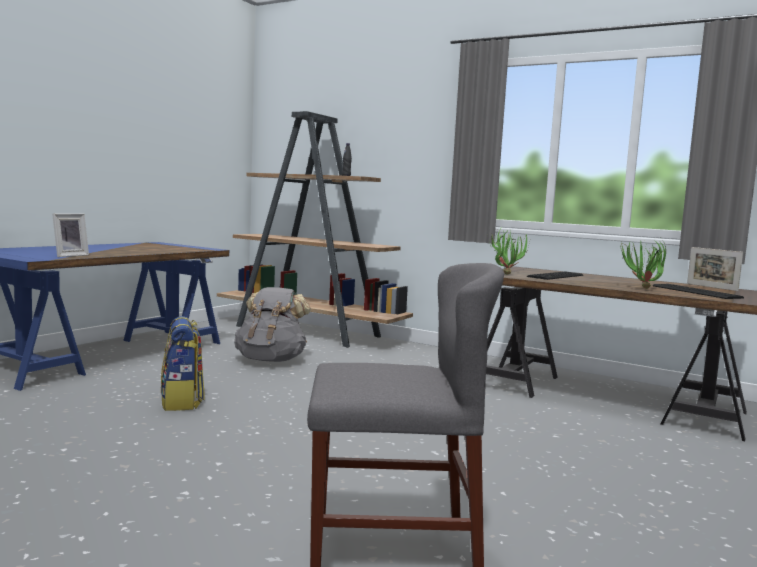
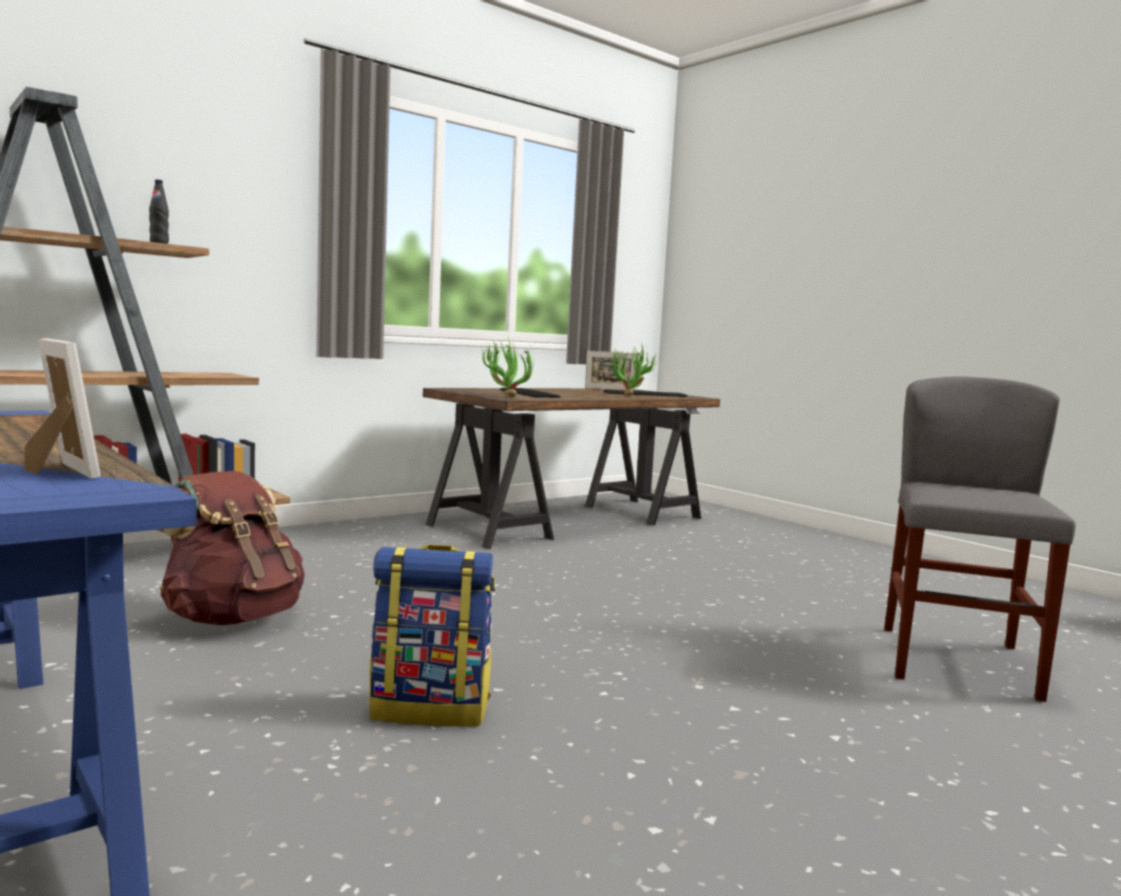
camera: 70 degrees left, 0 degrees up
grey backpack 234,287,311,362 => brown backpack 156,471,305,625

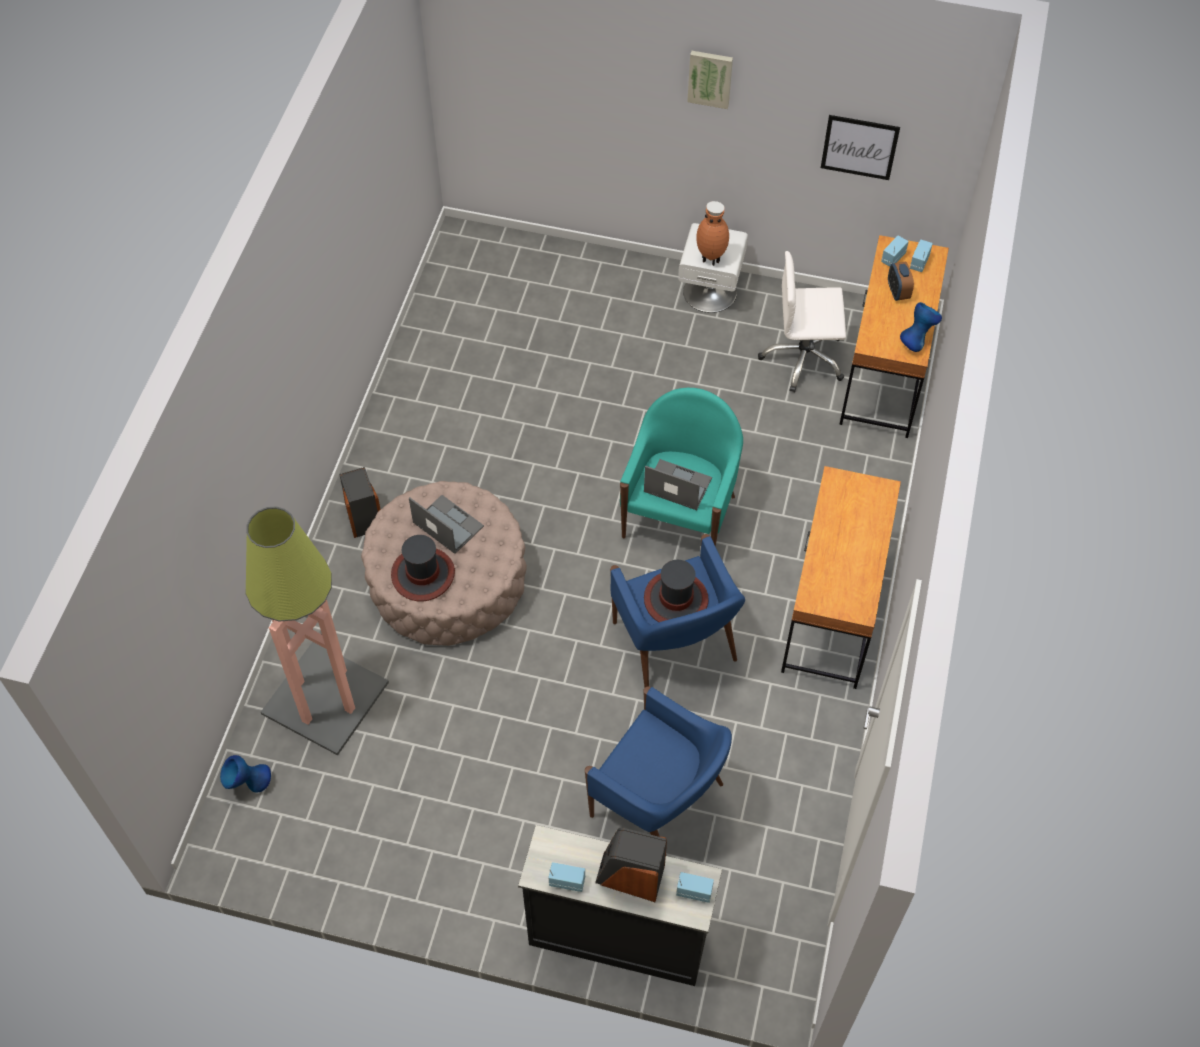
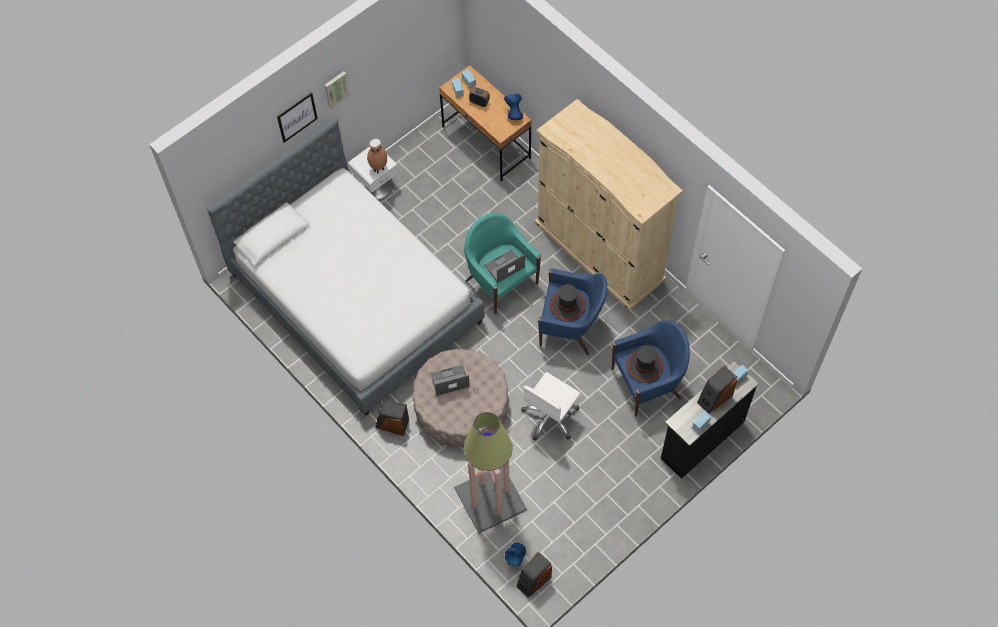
camera: 55 degrees left, 5 degrees up
picture 821,115,900,180 => picture 277,92,318,143, moved
white office chair 758,251,846,393 => white office chair 521,372,580,441, moved
brown desk 781,466,901,689 => beige wardrobe 535,99,683,310
hat 391,535,455,601 => hat 626,345,663,383, moved
nothing => bed 207,117,485,416
nothing => speaker 516,552,552,598

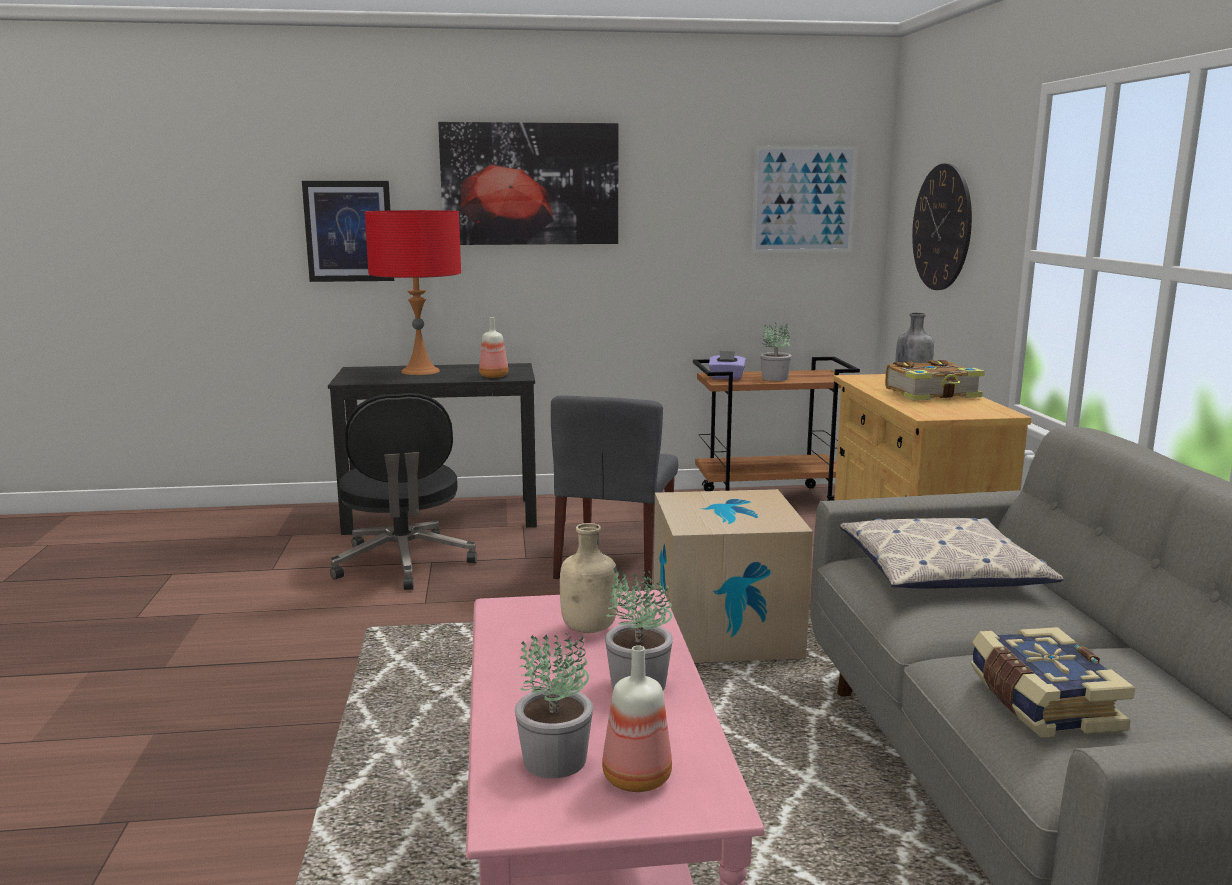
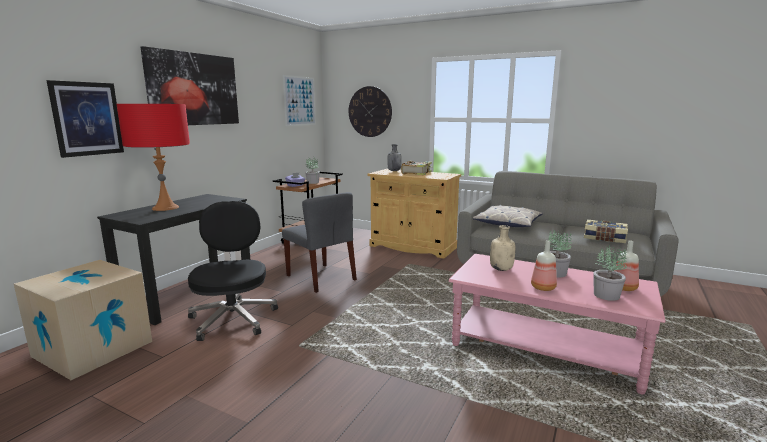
camera: 55 degrees left, 0 degrees up
bottle 479,317,508,378 => bottle 531,240,557,291, moved
black office chair 330,393,477,590 => black office chair 188,201,278,341, 120 degrees counterclockwise
cardboard box 654,489,813,663 => cardboard box 14,260,152,380, moved

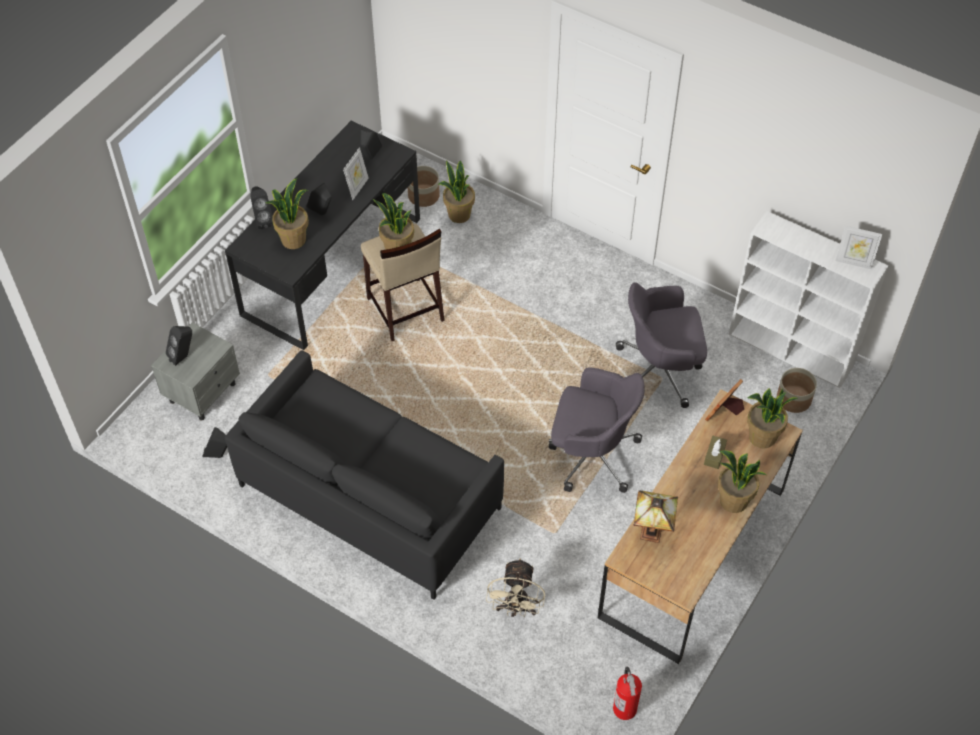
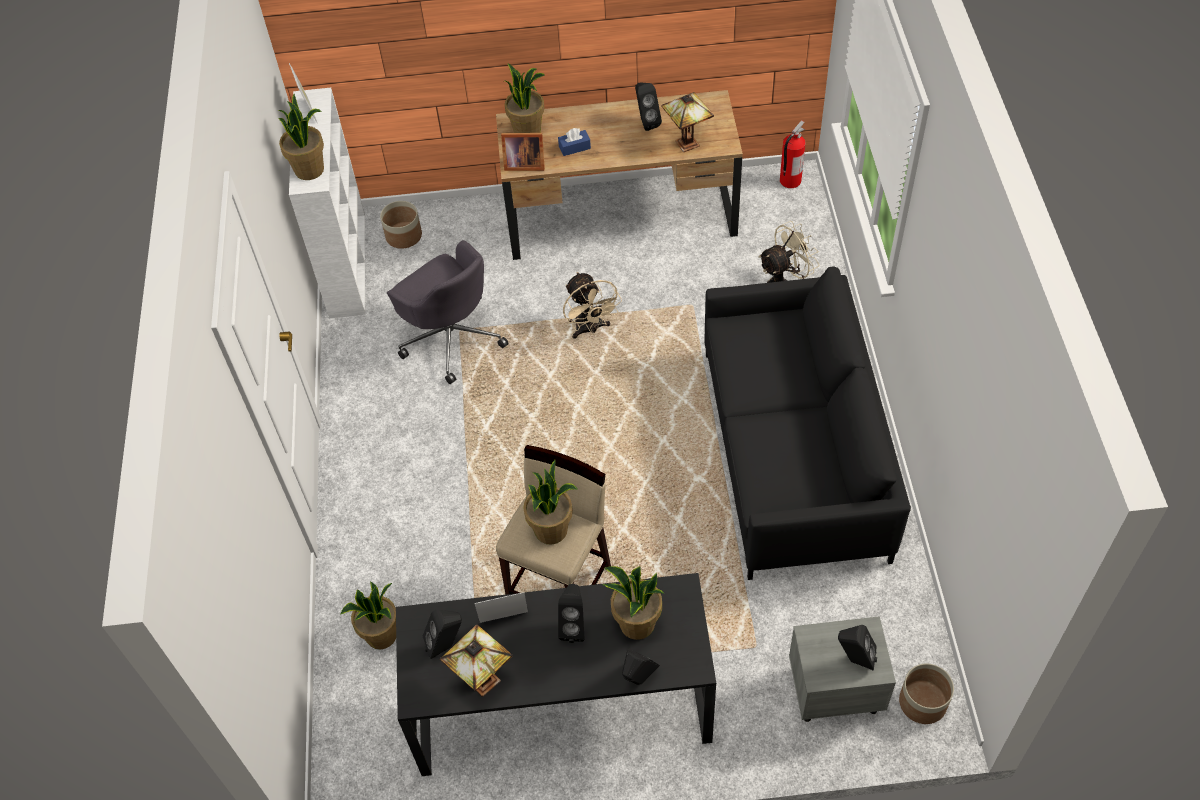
camera: 125 degrees left, 0 degrees up
planter 408,166,440,207 => planter 899,664,954,724, moved
grey office chair 549,368,645,493 => beige fan 563,272,622,339
black speaker 203,427,227,458 => black speaker 635,83,662,131, moved
brown tissue box 704,436,727,469 => blue tissue box 558,128,591,156
potted plant 718,450,766,513 => potted plant 278,94,324,180, moved
nothing => table lamp 440,624,512,697

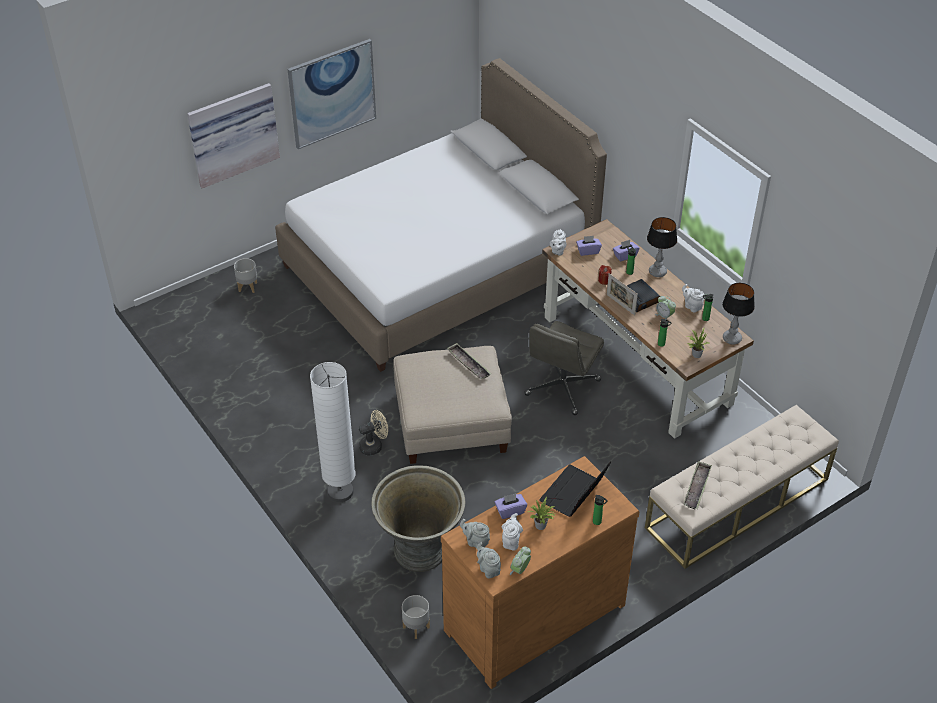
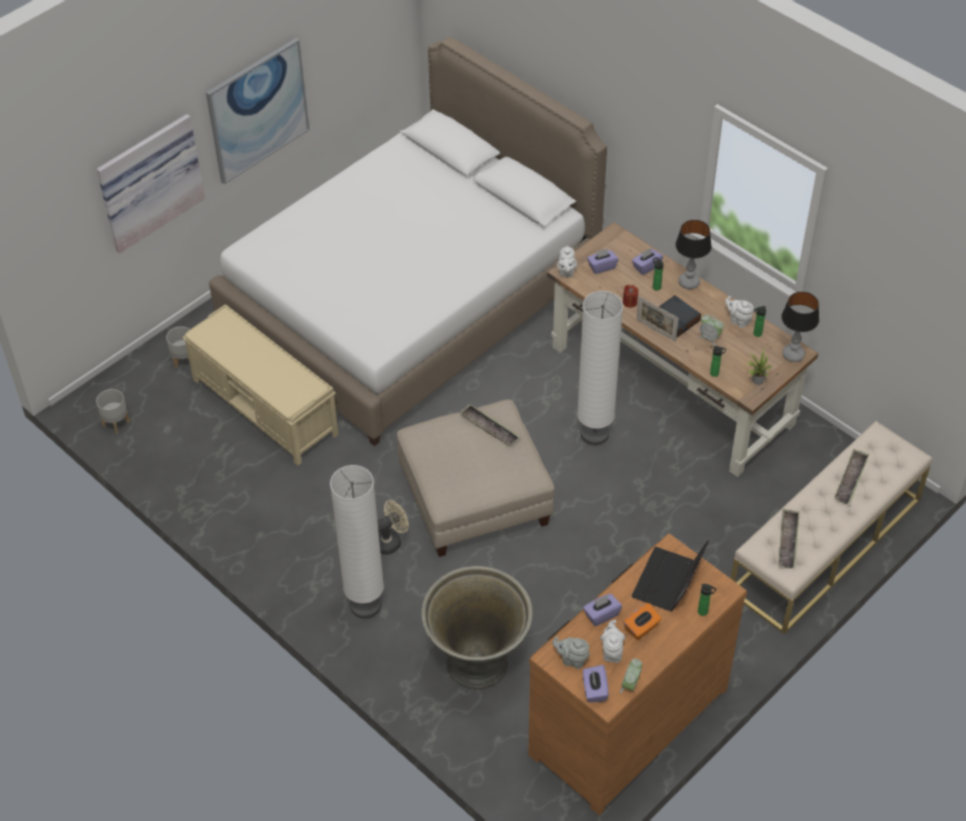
camera: 10 degrees left, 5 degrees up
grey office chair 524,321,604,415 => white floor lamp 577,291,623,446
potted plant 528,497,557,530 => orange tissue box 624,603,661,640
grey teapot 477,542,501,578 => purple tissue box 583,665,609,703
grey planter 402,595,430,639 => grey planter 96,389,130,434, moved
nothing => beige bench 182,304,339,466
nothing => tray 834,449,869,504

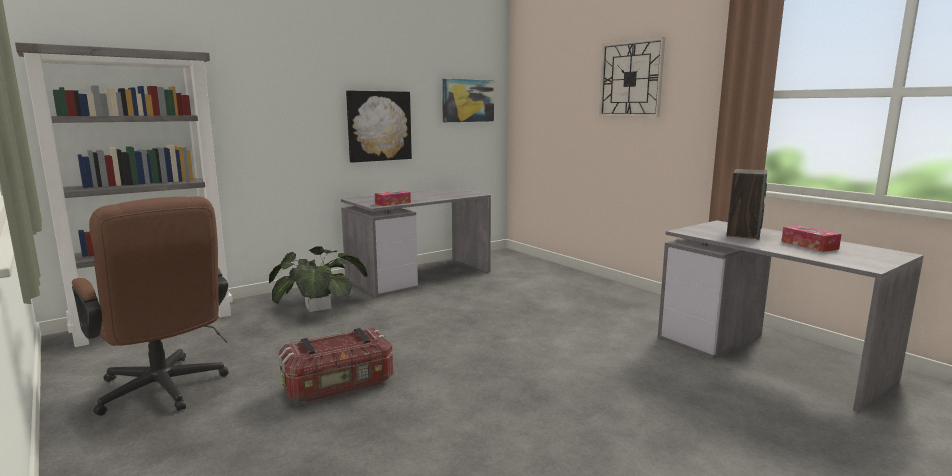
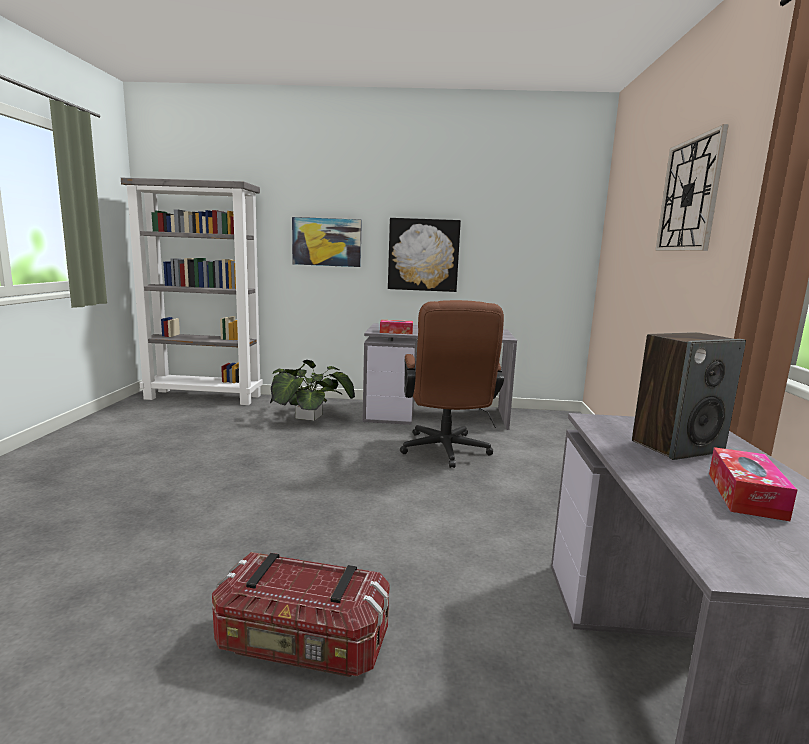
camera: 40 degrees right, 0 degrees up
picture 442,79,494,122 => picture 292,217,362,267, moved
brown office chair 72,196,228,416 => brown office chair 400,300,504,468, moved
storage box 279,328,393,403 => storage box 212,552,390,677, moved

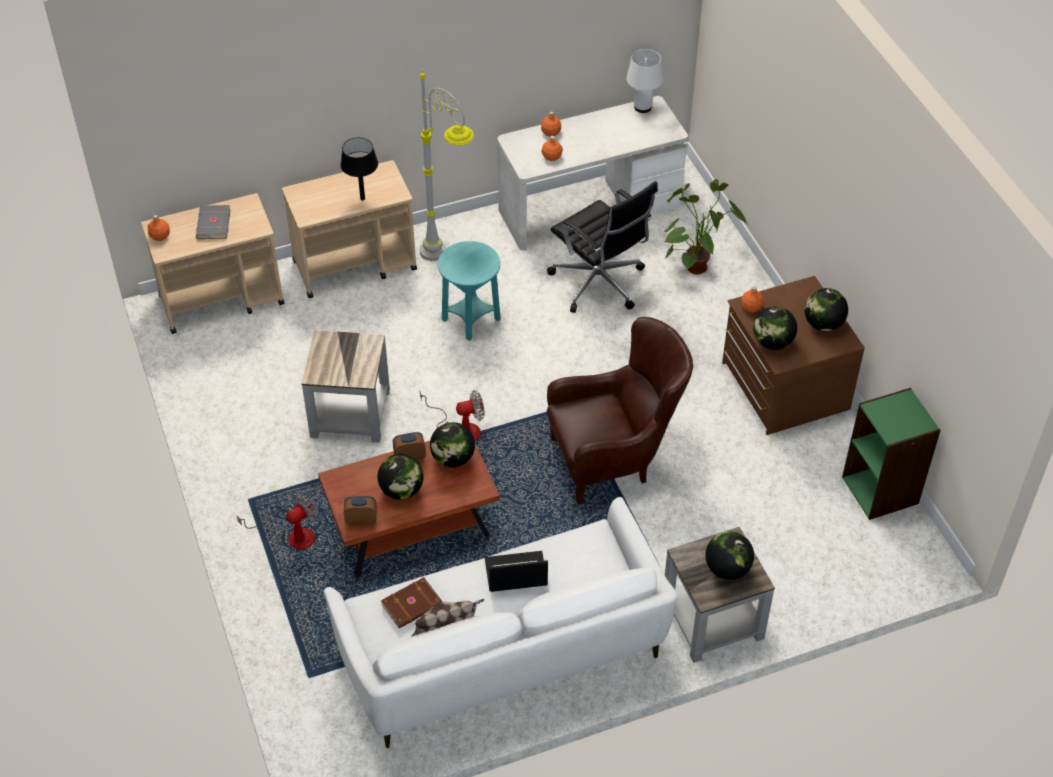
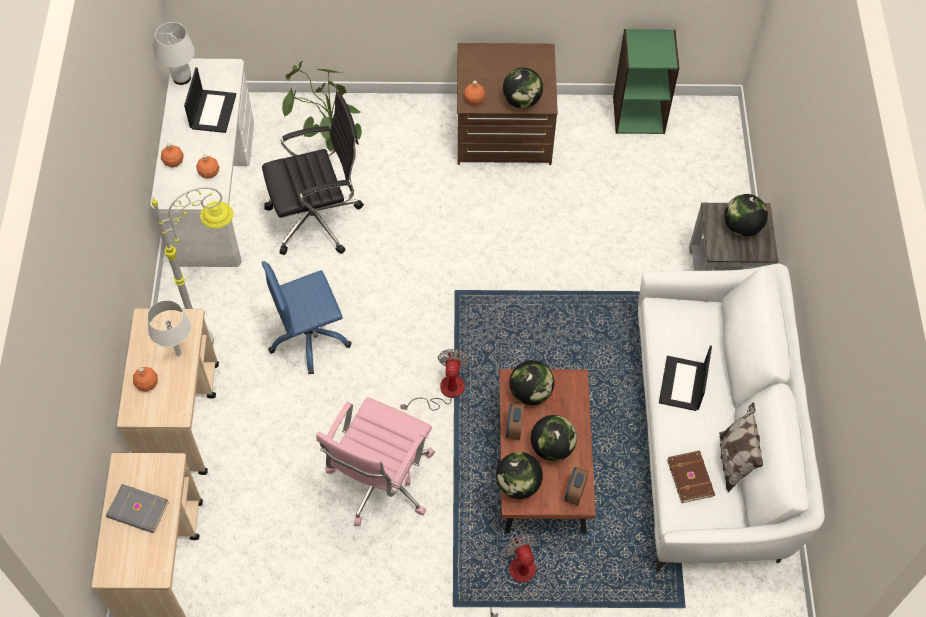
camera: 70 degrees left, 10 degrees up
black table lamp 340,137,378,200 => white table lamp 147,300,191,356
orange bottle 148,215,170,241 => orange bottle 133,367,158,392, moved
turquoise side table 438,241,501,341 => blue office chair 262,261,352,374
globe 805,288,848,331 => globe 496,452,543,499, moved
brown armchair 547,317,693,505 => nothing
grey side table 301,330,390,443 => pink office chair 316,397,435,526
nothing => laptop 184,67,236,133

